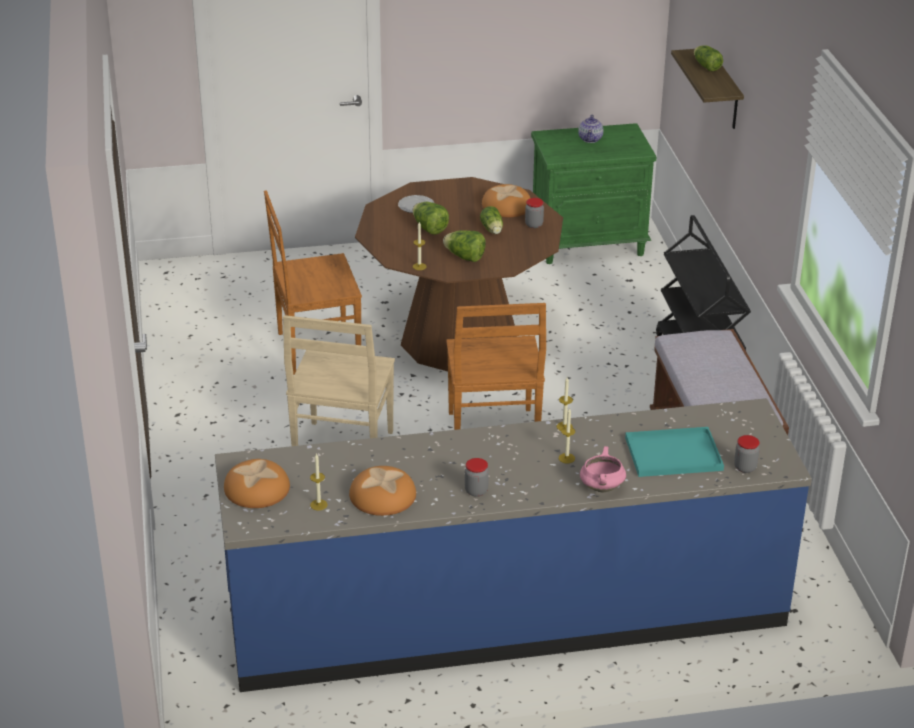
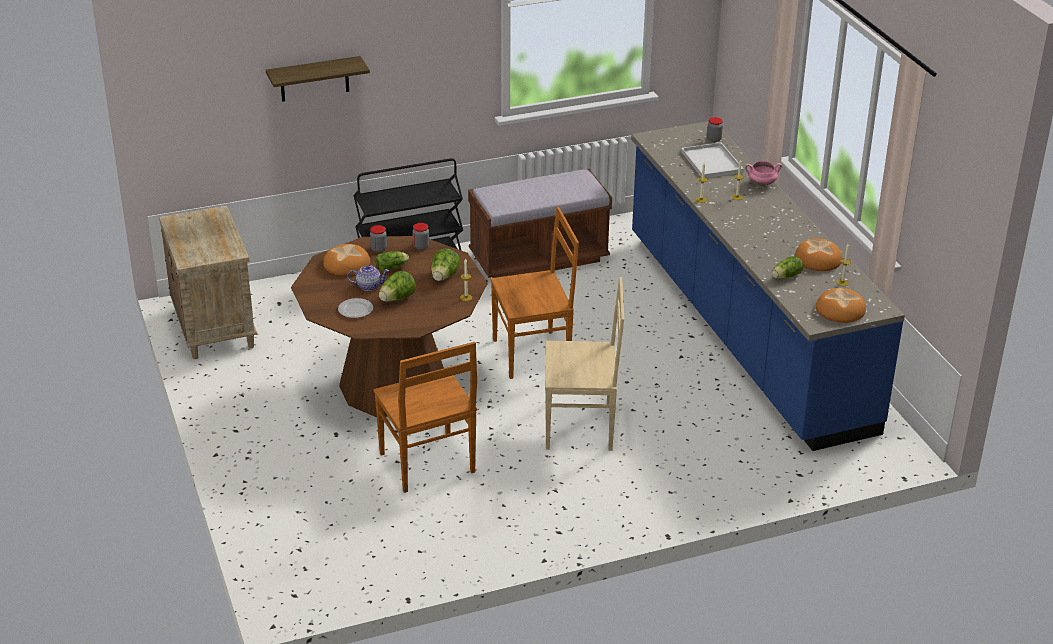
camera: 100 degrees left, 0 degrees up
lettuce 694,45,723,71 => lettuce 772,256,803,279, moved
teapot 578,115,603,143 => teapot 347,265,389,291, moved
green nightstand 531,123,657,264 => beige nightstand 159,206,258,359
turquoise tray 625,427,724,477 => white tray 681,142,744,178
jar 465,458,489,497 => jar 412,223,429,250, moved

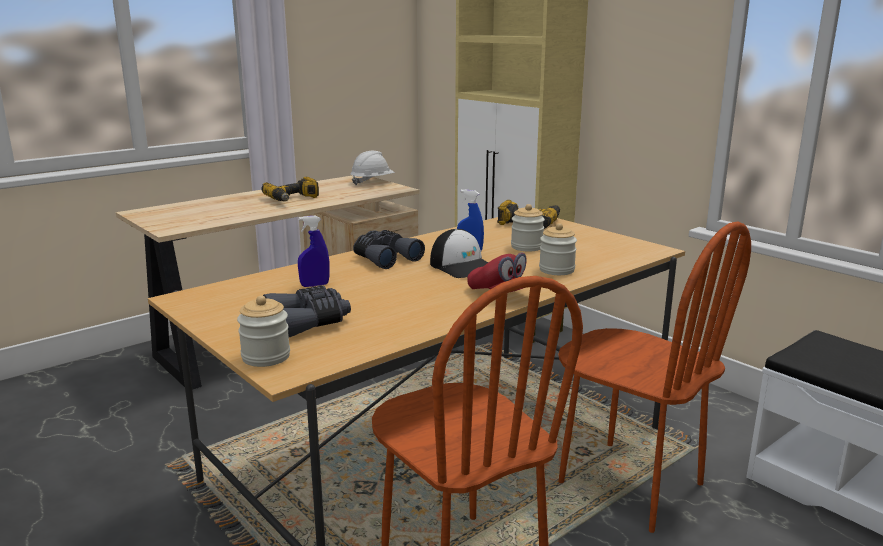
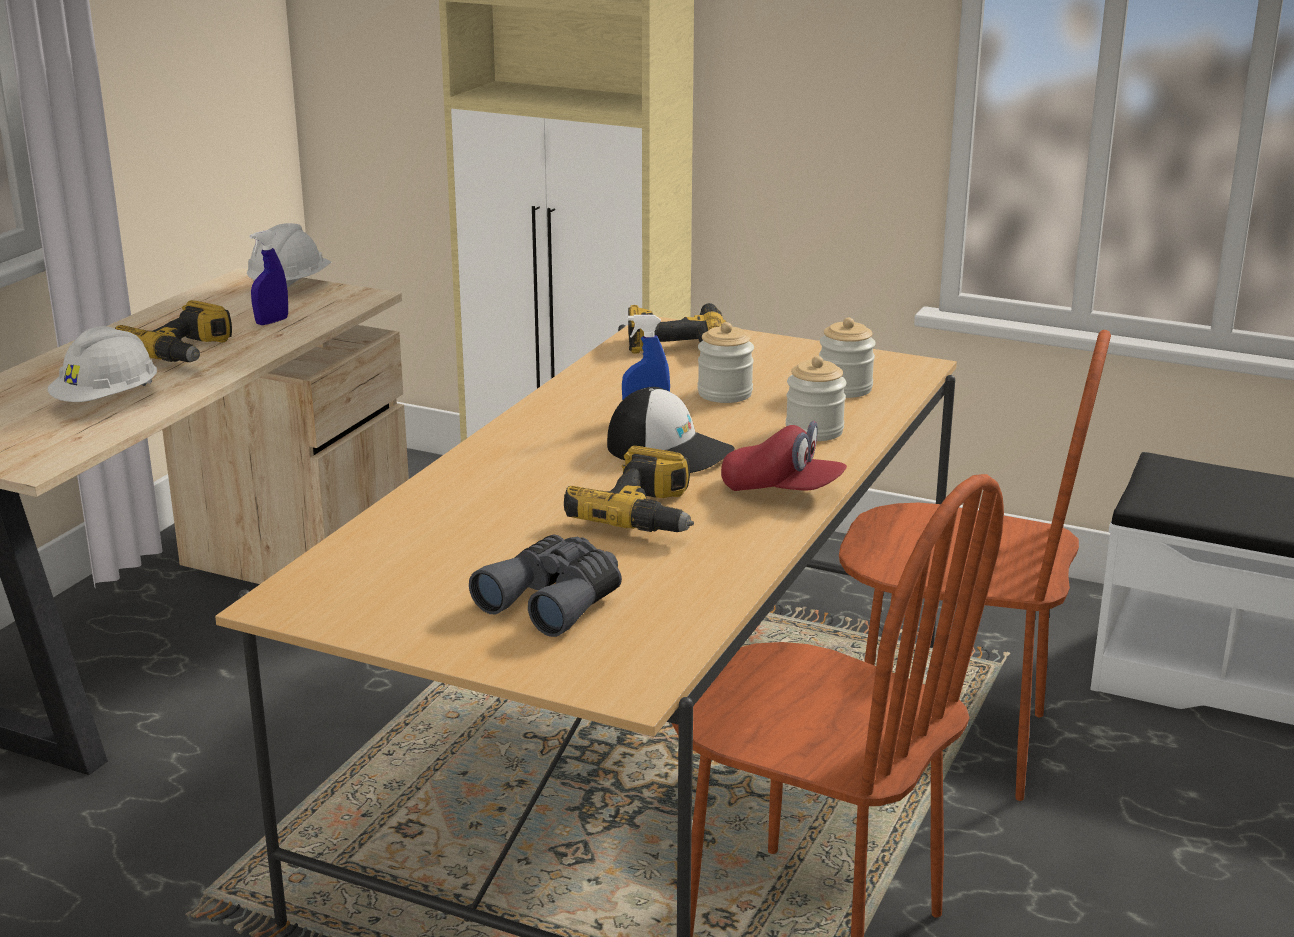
camera: 25 degrees left, 5 degrees up
blue spray bottle 298,215,330,287 => blue spray bottle 250,230,288,325, moved
grey binoculars 353,230,425,269 => nothing
jar 237,296,290,367 => jar 819,317,876,398, moved
nothing => white hard hat 47,326,157,402
nothing => power drill 564,446,694,532

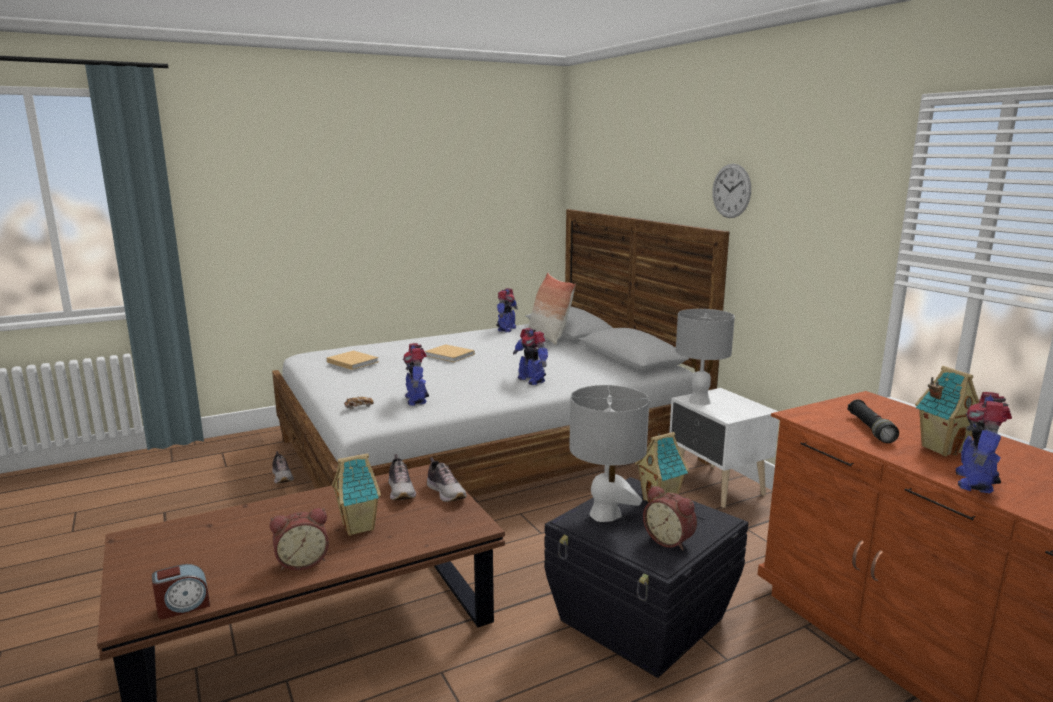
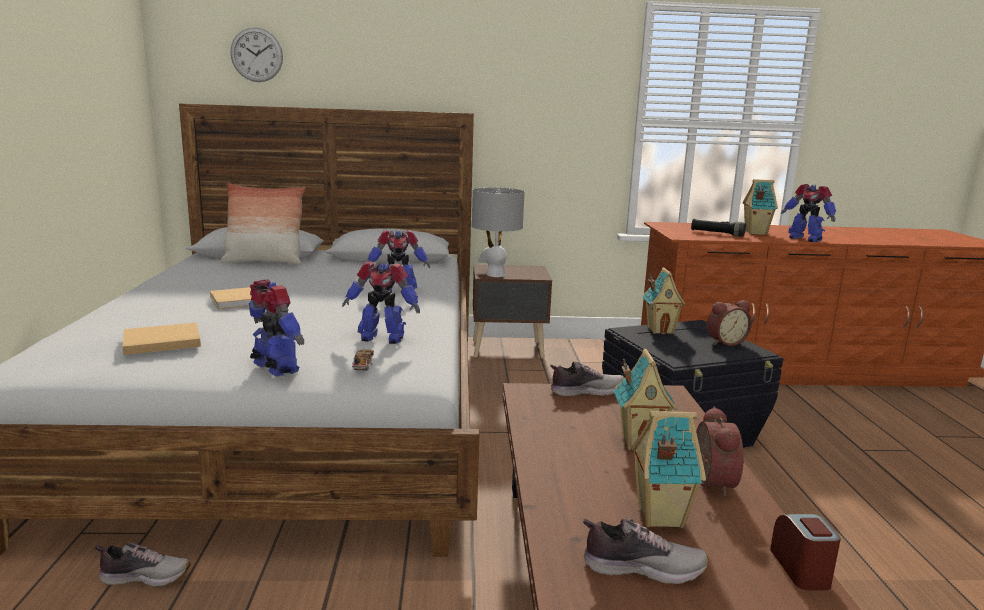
camera: 65 degrees left, 0 degrees up
wall clock 712,164,751,218 => wall clock 230,27,283,82, moved
toy robot 496,288,518,332 => toy robot 249,280,304,377, moved
grey table lamp 569,385,649,522 => nothing
white nightstand 669,388,779,508 => brown nightstand 473,264,552,358
shoe 388,454,416,500 => shoe 583,518,708,584, moved
nothing => toy house 631,411,706,528

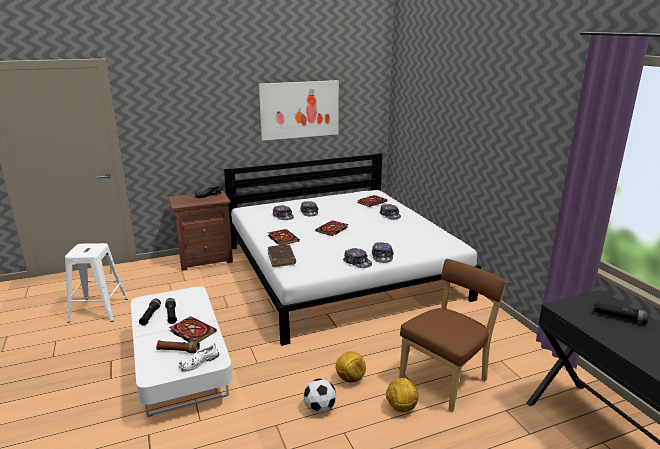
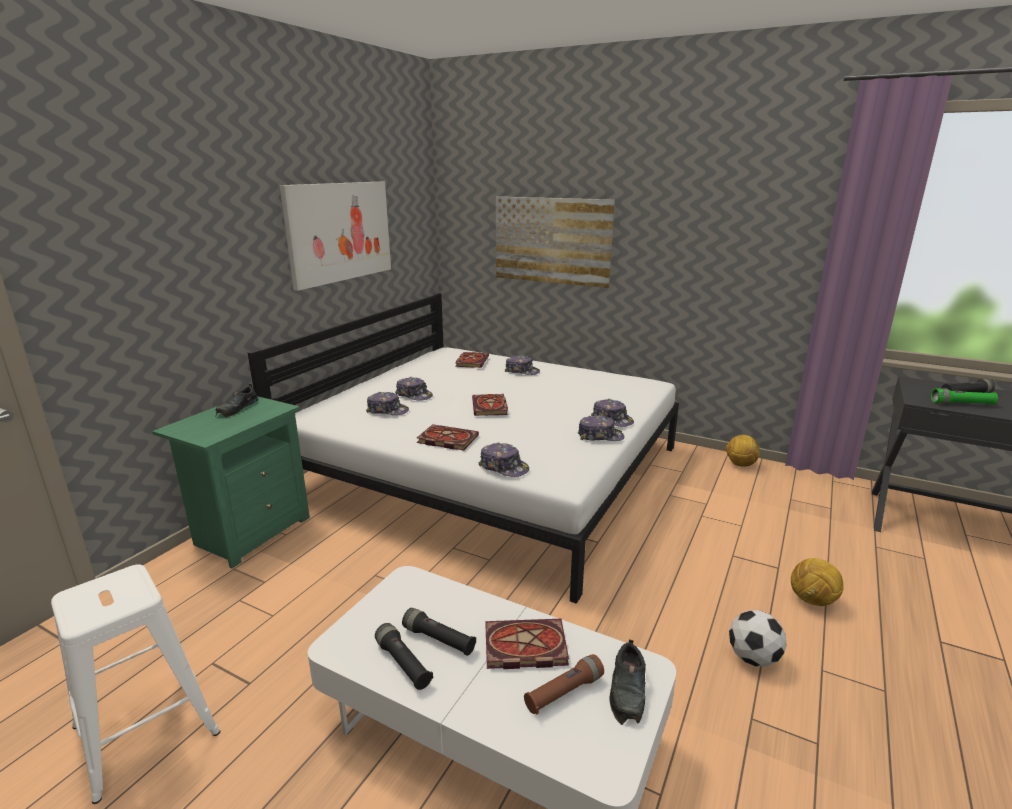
camera: 40 degrees left, 0 degrees up
brown nightstand 168,191,233,271 => green nightstand 152,396,310,569
brown book 268,244,296,267 => cap 479,443,529,477
brown chair 399,259,506,412 => nothing
white shoe 178,343,219,373 => black shoe 609,639,646,725
football 336,351,366,382 => football 725,435,760,467, moved
nothing => picture 496,196,615,288
nothing => green flashlight 931,388,998,405

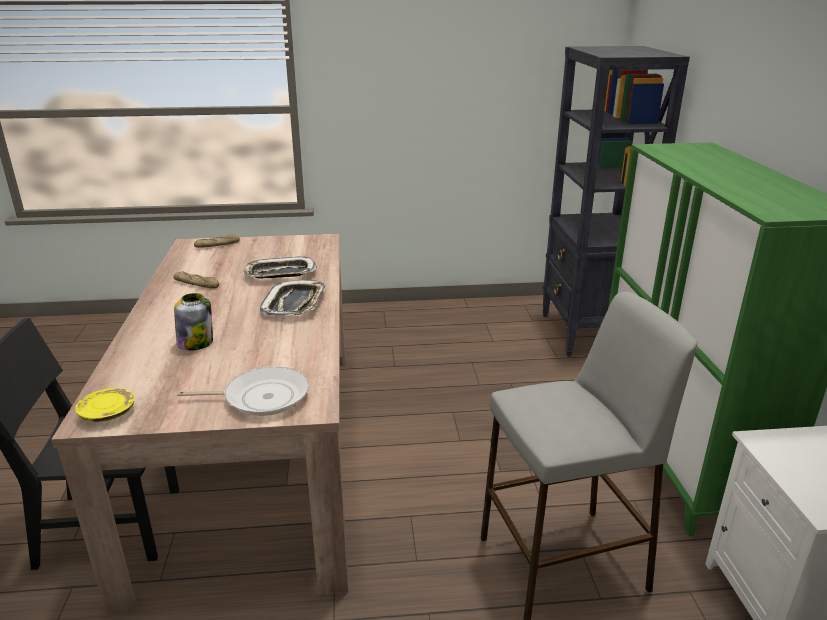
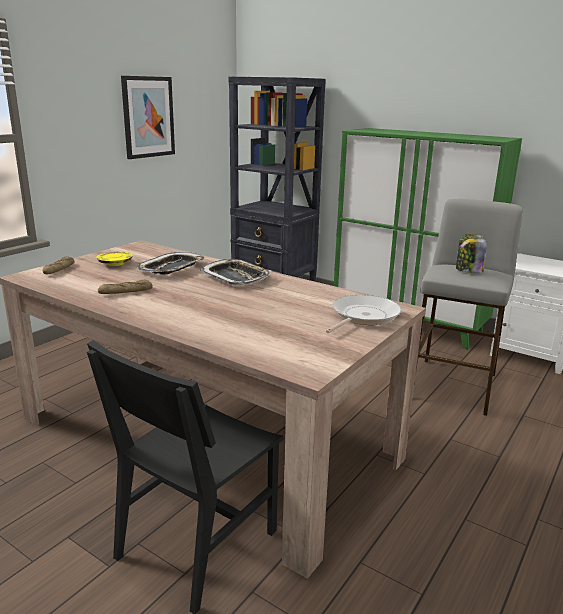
camera: 50 degrees left, 5 degrees down
jar 174,293,213,351 => jar 456,234,487,273, moved
yellow plate 75,388,135,422 => yellow plate 97,252,133,266, moved
nothing => picture 121,76,175,159

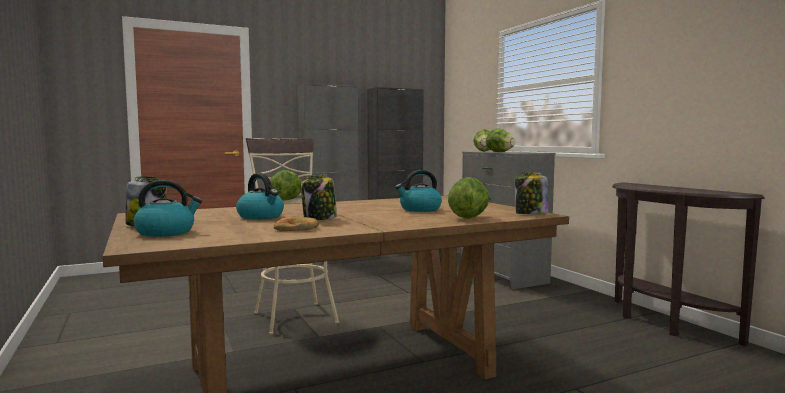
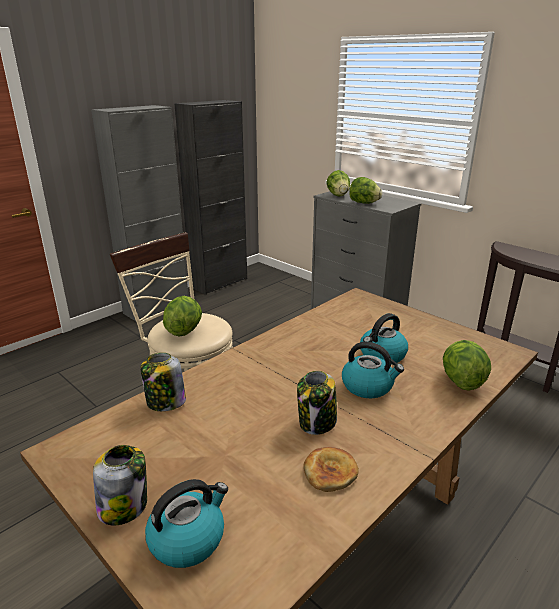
camera: 20 degrees left, 20 degrees up
jar 515,172,549,214 => jar 141,353,186,411, moved
kettle 236,173,284,220 => kettle 342,342,404,398, moved

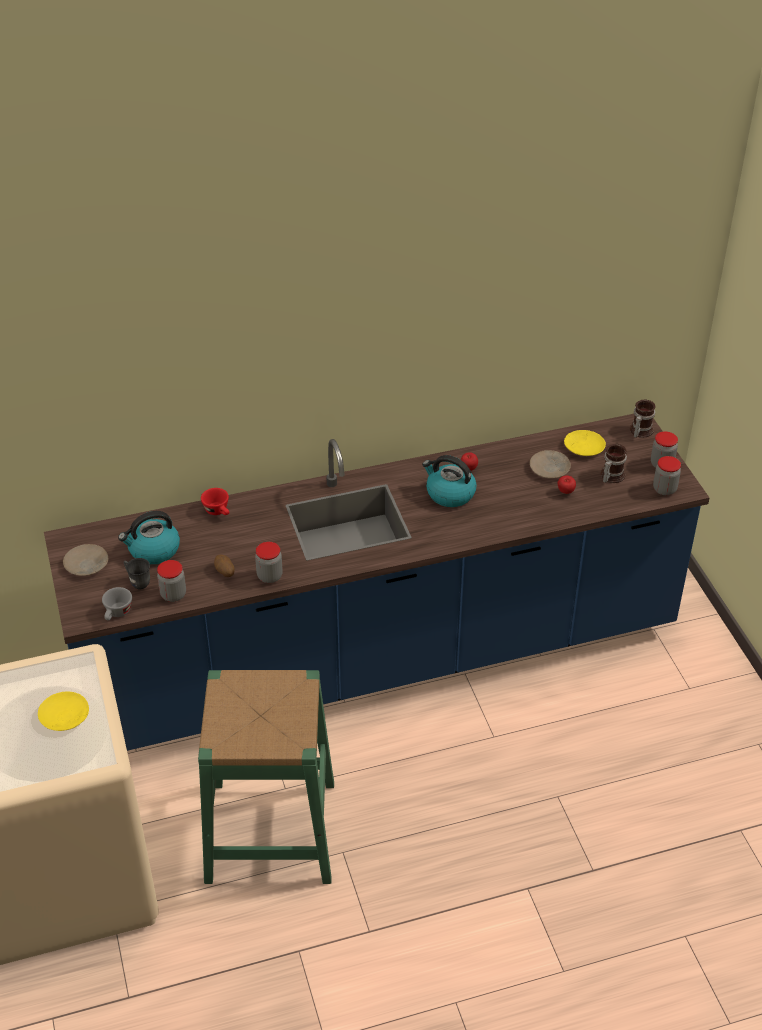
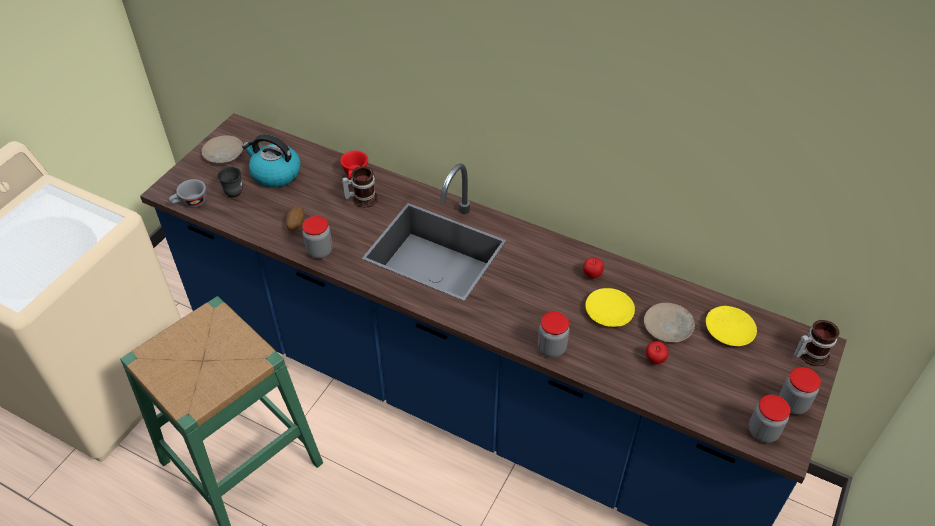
camera: 45 degrees right, 5 degrees up
mug 601,444,627,483 => mug 342,166,378,208, moved
kettle 422,455,476,507 => nothing
jar 157,560,186,602 => jar 538,312,569,358, moved
yellow plate 38,691,89,731 => yellow plate 585,288,635,327, moved

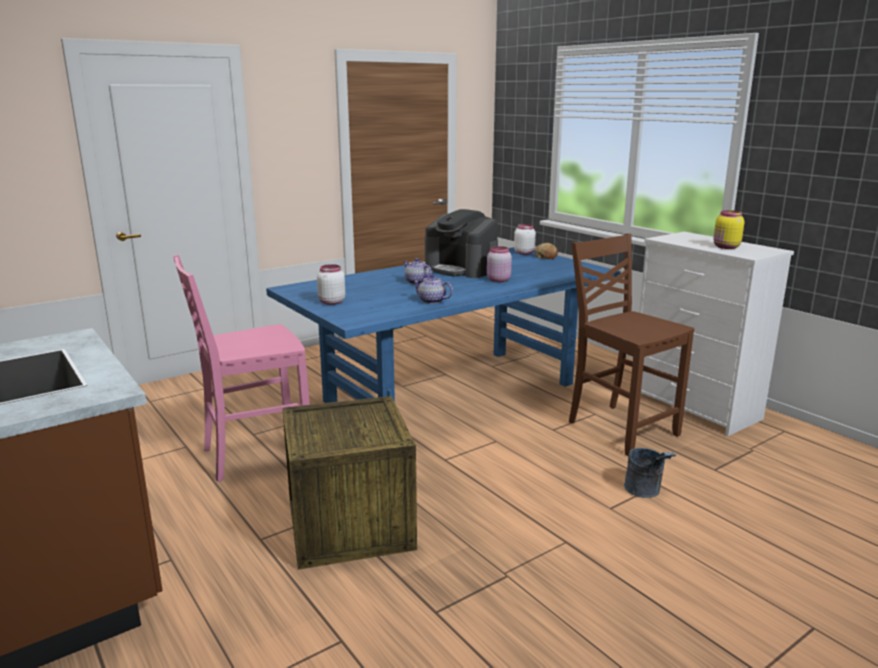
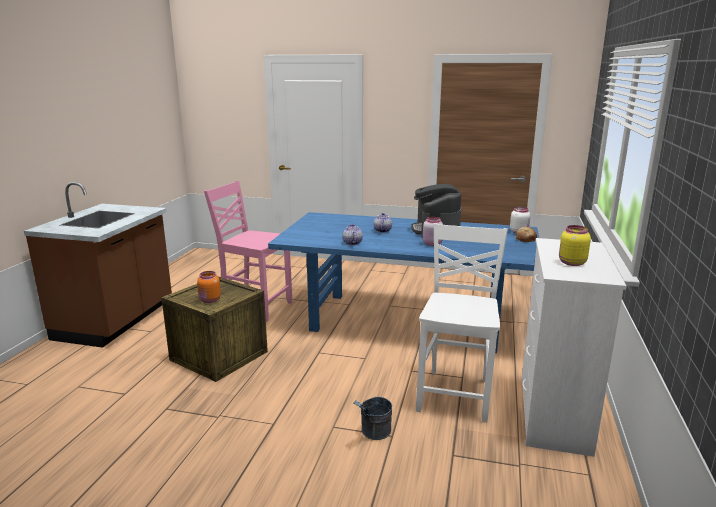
camera: 50 degrees right, 0 degrees up
brown chair 569,233,694,456 => white chair 416,223,508,423
white jar 317,264,345,305 => nothing
nothing => orange jar 197,271,221,303

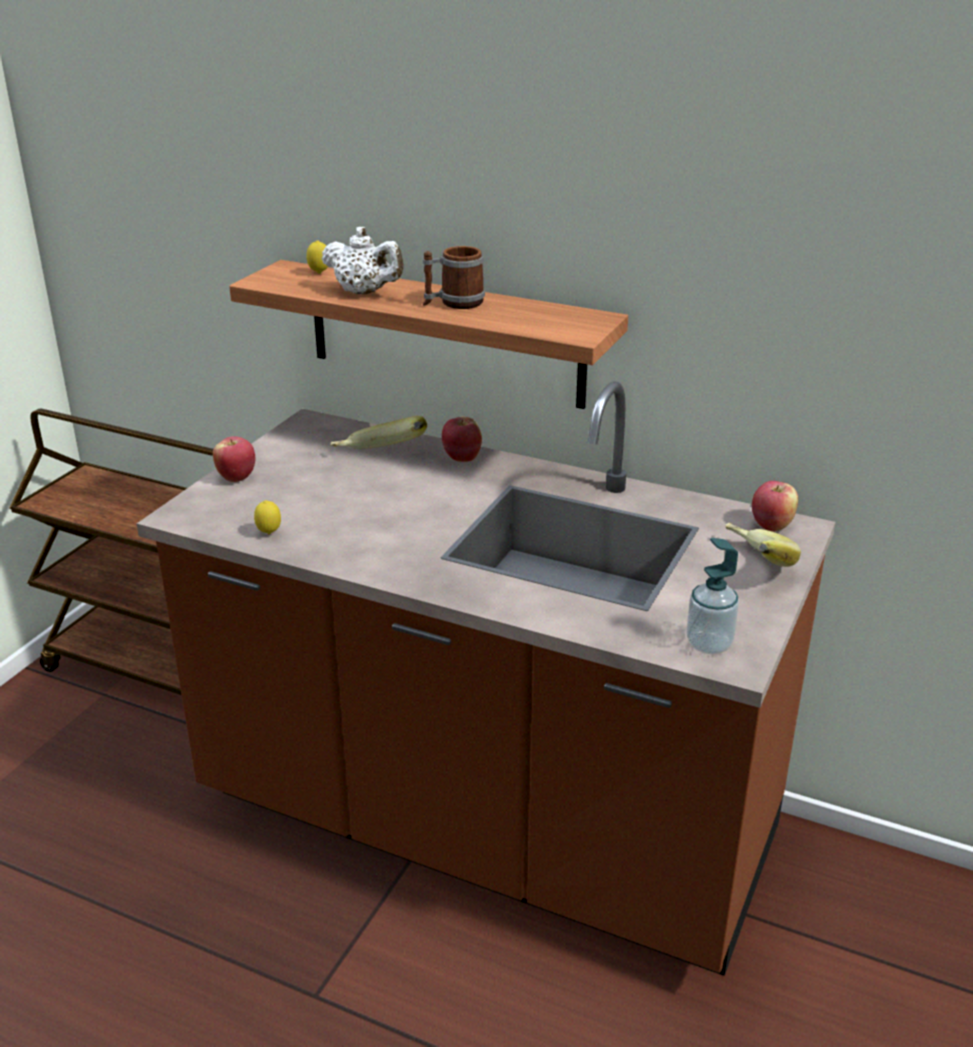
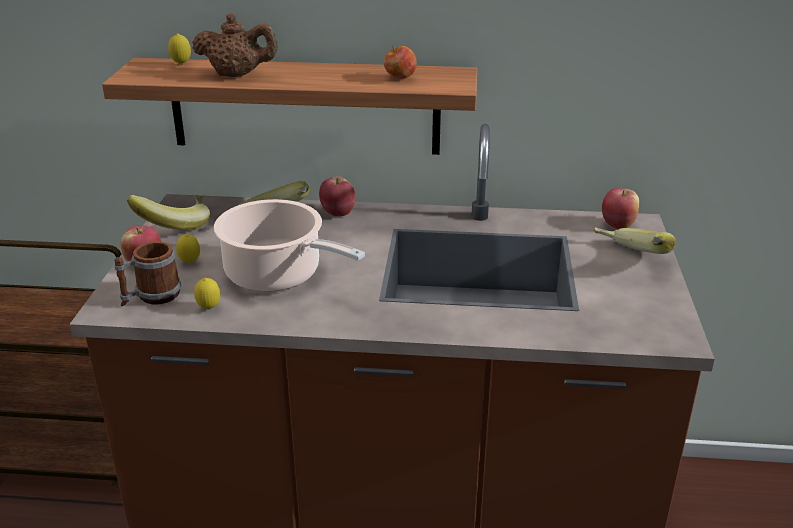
camera: 20 degrees left, 0 degrees up
white teapot 321,227,404,294 => brown teapot 192,13,278,77
mug 423,246,485,309 => mug 114,242,181,306, moved
soap dispenser 686,538,739,654 => nothing
nothing => apple 384,45,417,79
nothing => banana 127,195,210,230
nothing => cooking pot 214,199,365,292
nothing => lemon 176,234,200,264

